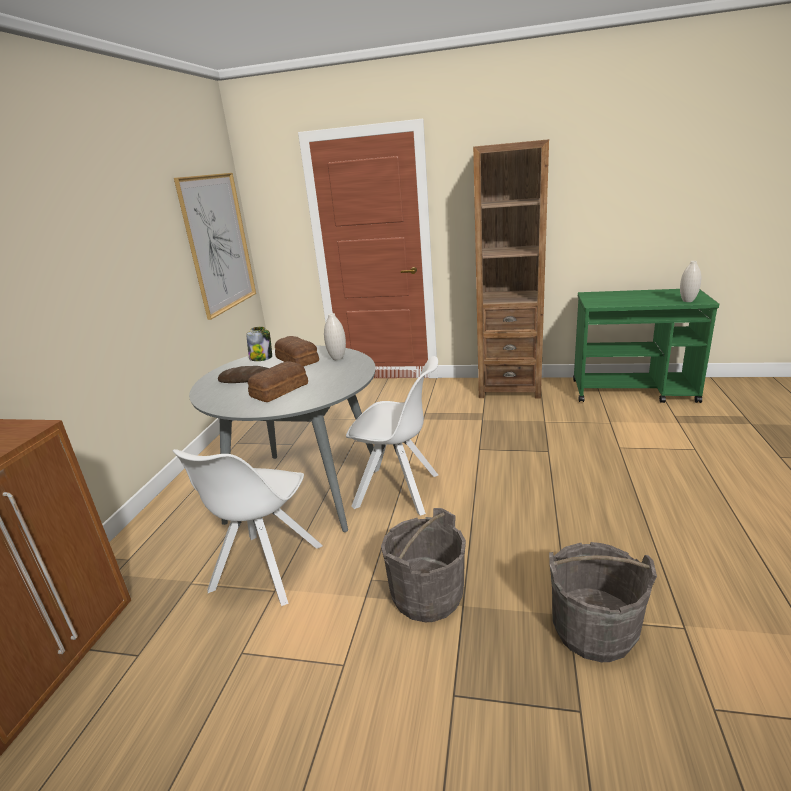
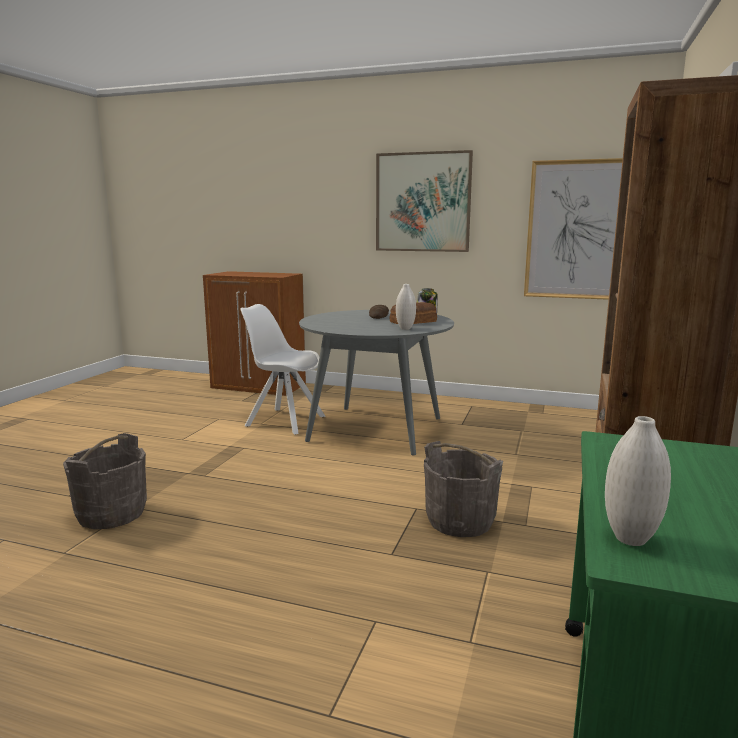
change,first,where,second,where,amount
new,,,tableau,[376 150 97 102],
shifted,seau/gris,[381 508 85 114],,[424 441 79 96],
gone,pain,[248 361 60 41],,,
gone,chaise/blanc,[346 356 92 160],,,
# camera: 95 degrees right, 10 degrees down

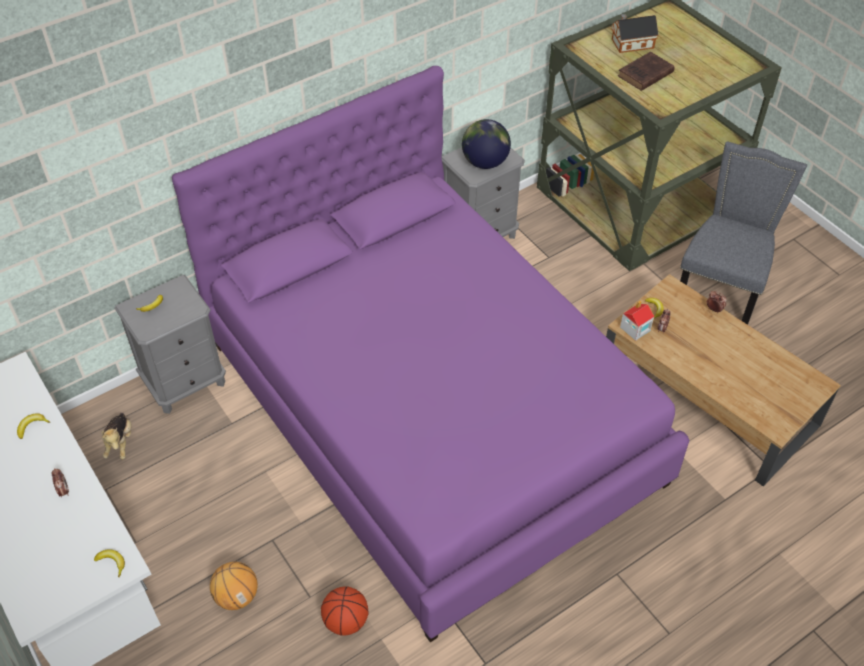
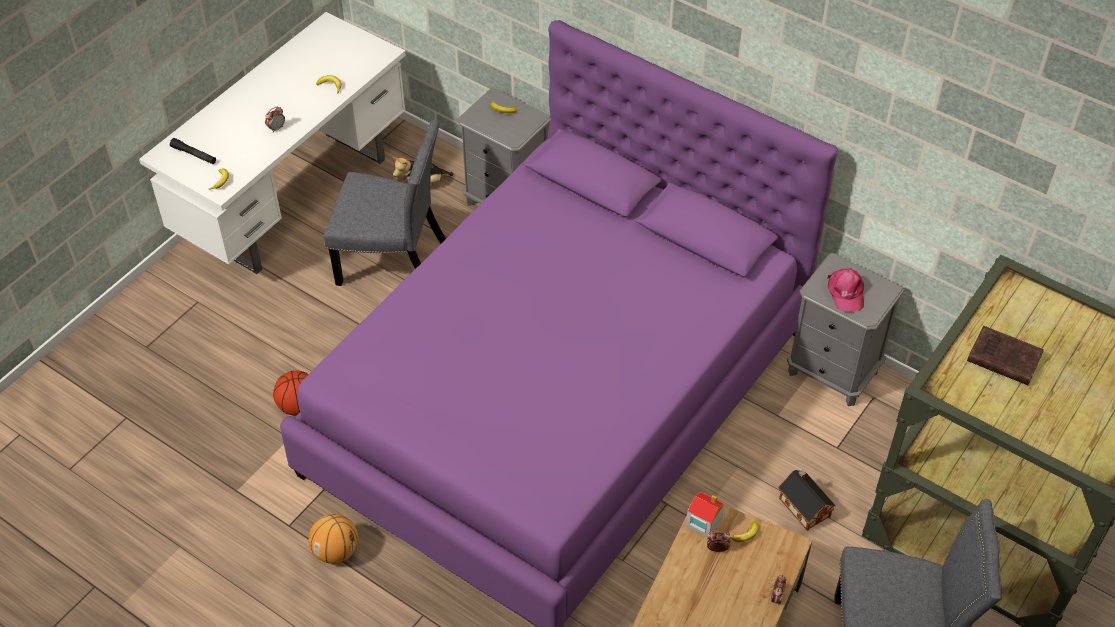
change,first,where,second,where,amount
new,,,lampe de poche/noir,[170 138 46 26],
shifted,ballon de basket,[210 562 48 48],,[308 514 50 50],
new,,,chaise/gris,[323 120 123 166],
shifted,maison miniature,[611 14 47 39],,[778 470 58 61],
swapped,globe,[462 119 49 50],casquette/rose,[827 269 37 43],
# camera: 70 degrees right, 0 degrees up

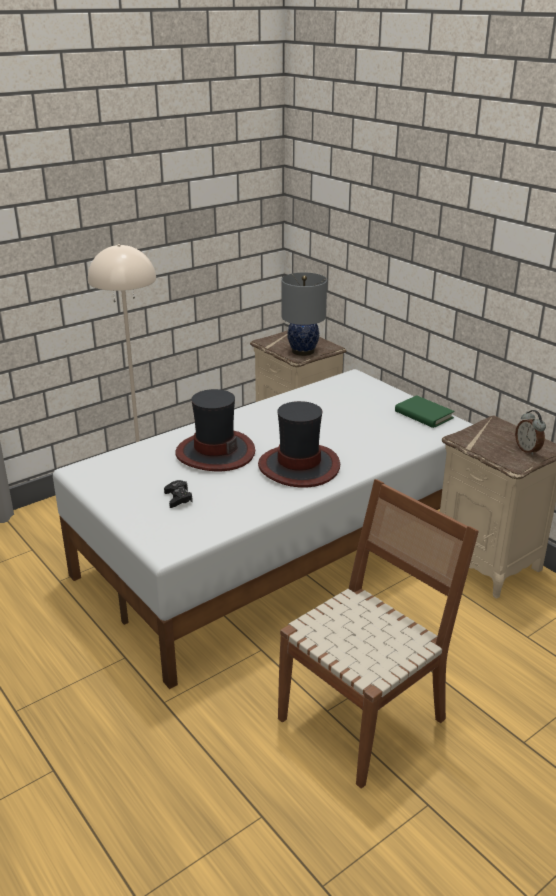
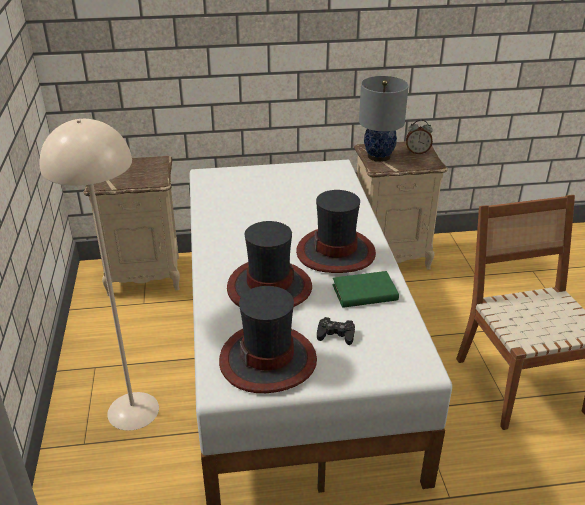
change,first,where,second,where,amount
new,,,chapeau,[219 286 98 107],
shifted,livre/vert,[395 395 60 33],,[332 271 67 37],
shifted,lampe de table/gris,[281 273 46 83],,[359 76 50 86],
# camera: 60 degrees left, 5 degrees up

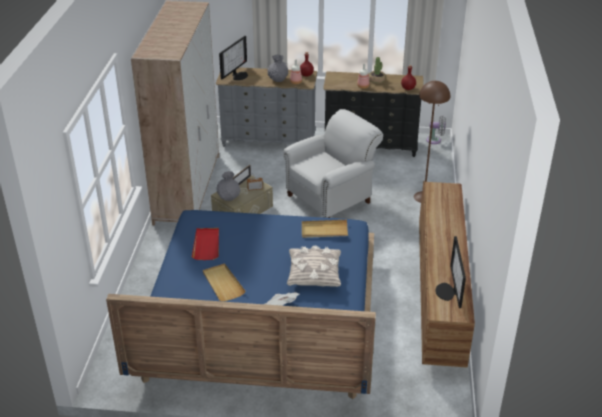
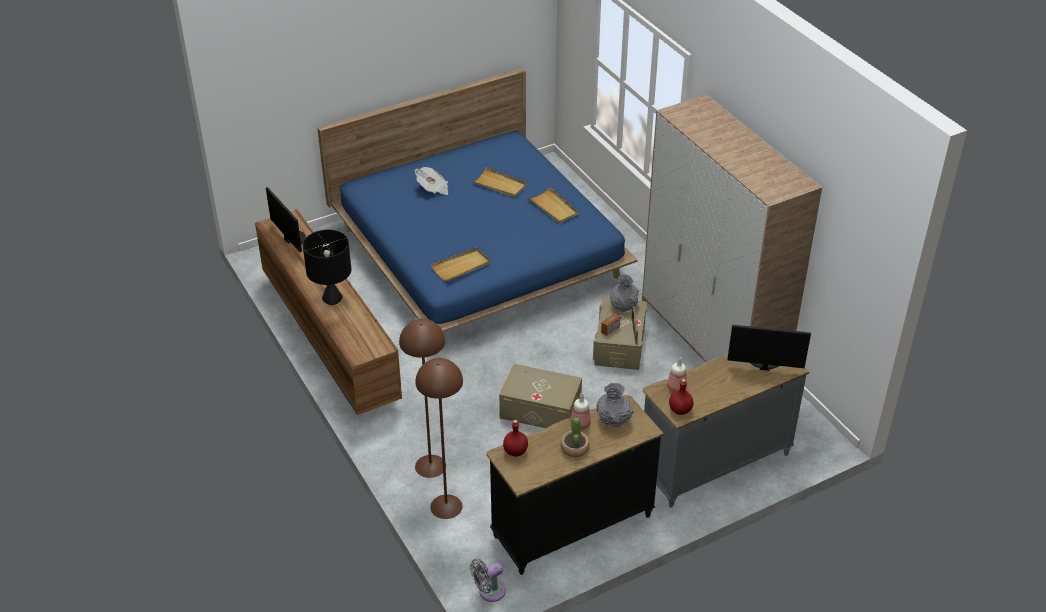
change,first,where,second,where,amount
new,,,lampe de table/noir,[303 230 48 75],
new,,,lampadaire/marron,[415 358 48 161],
swapped,fauteuil/blanc,[283 109 100 109],boîte de rangement/beige,[499 364 83 64],
repainted,plateau/rouge,[192 228 27 32],plateau/beige,[528 187 51 36],
shifted,vase/gris,[267 55 21 27],,[596 383 37 44],
rotated,écran d'ordinateur,[219 36 29 44],,[728 325 83 46],105 degrees clockwise
gone,coussin/beige,[287 245 54 42],,,
# camera: 145 degrees right, 5 degrees up

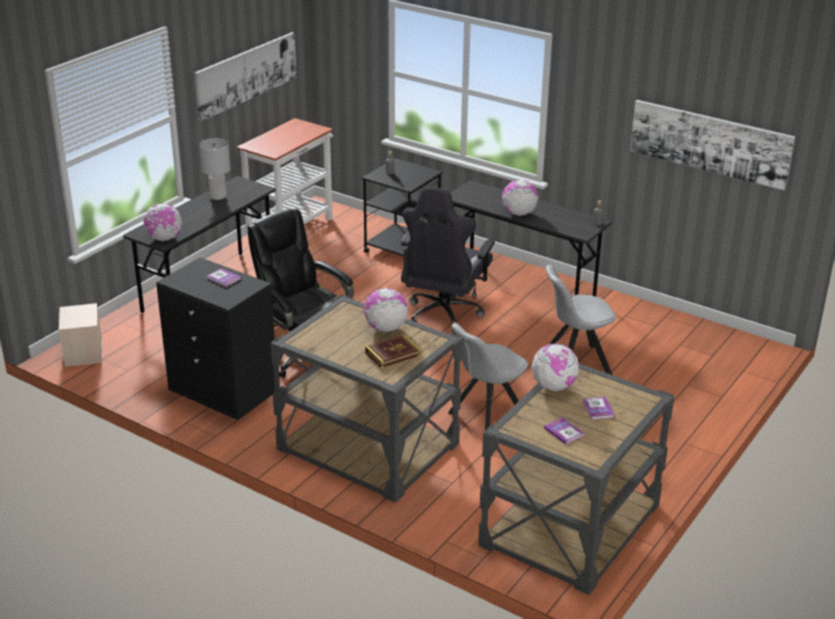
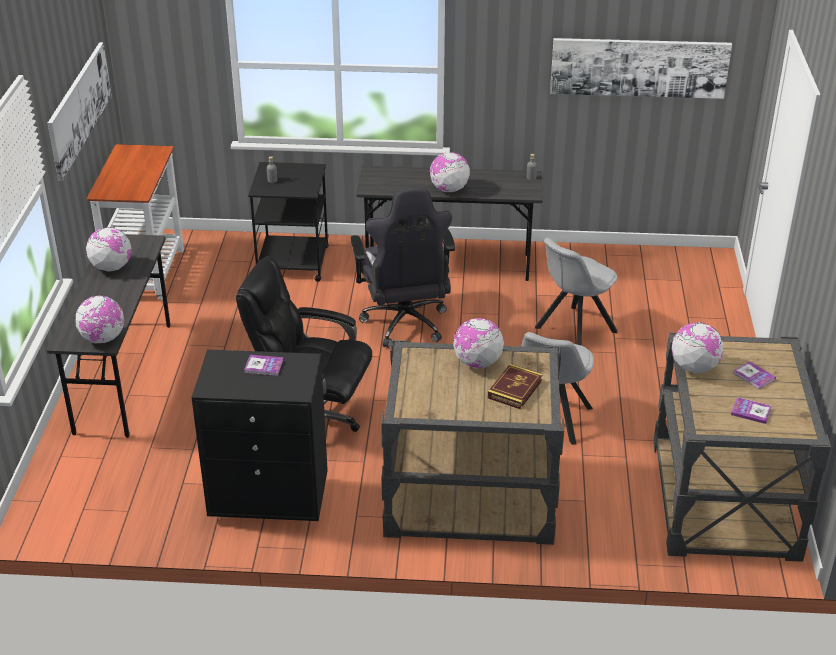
change,first,where,second,where,amount
swapped,lampe de table/gris,[199 138 31 62],globe,[86 227 45 45],
gone,boîte de rangement/beige,[59 303 44 64],,,
# camera: 30 degrees left, 5 degrees up

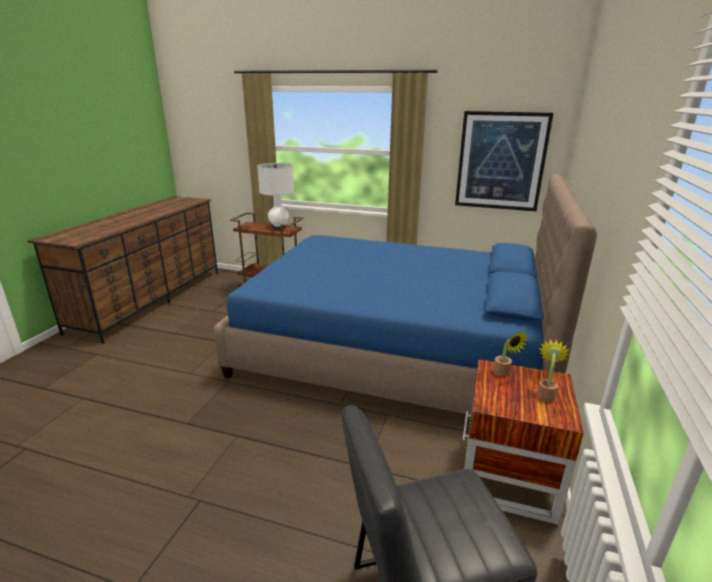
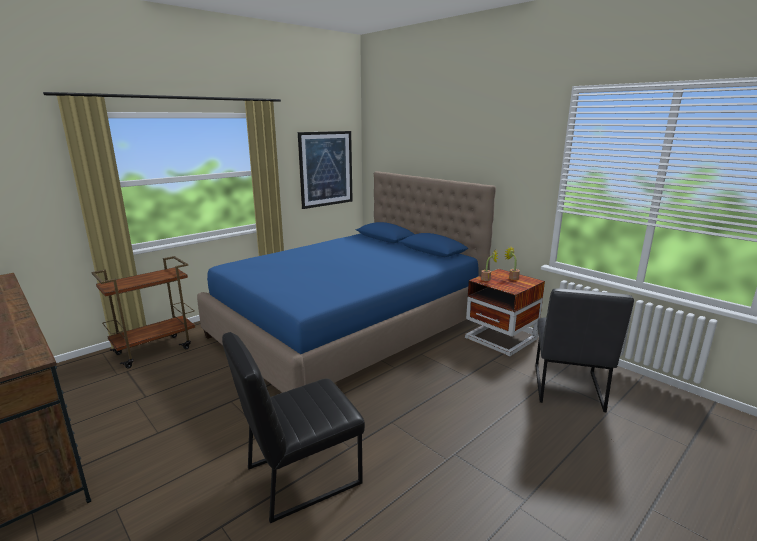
change,first,where,second,where,amount
new,,,chaise/noir,[222 332 143 191],
gone,lampe de table/blanc,[257 163 37 67],,,
# camera: 60 degrees left, 5 degrees down

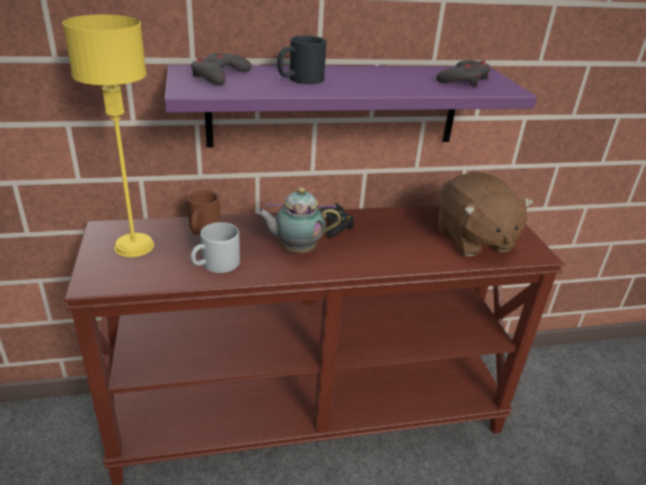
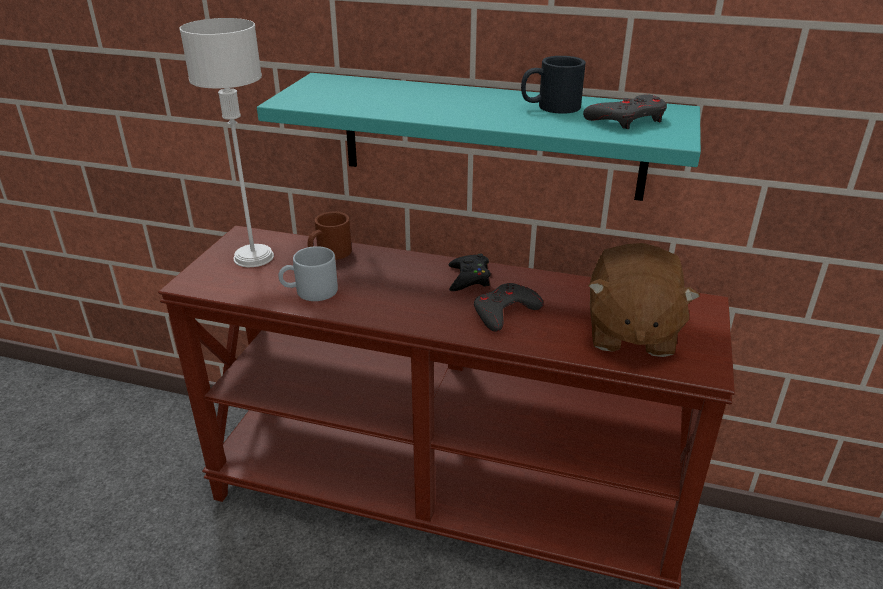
change,first,where,second,where,amount
repainted,lampe de table/jaune,[62 14 92 243],lampe de table/gris,[179 18 95 249],
repainted,étagère/violet,[164 65 373 83],étagère/turquoise,[257 73 444 128],
shifted,manette/gris,[191 53 61 32],,[474 283 70 49],
shifted,mug/noir,[277 36 50 48],,[521 56 65 58],
gone,théière,[256 187 85 66],,,
# camera: 30 degrees right, 0 degrees up

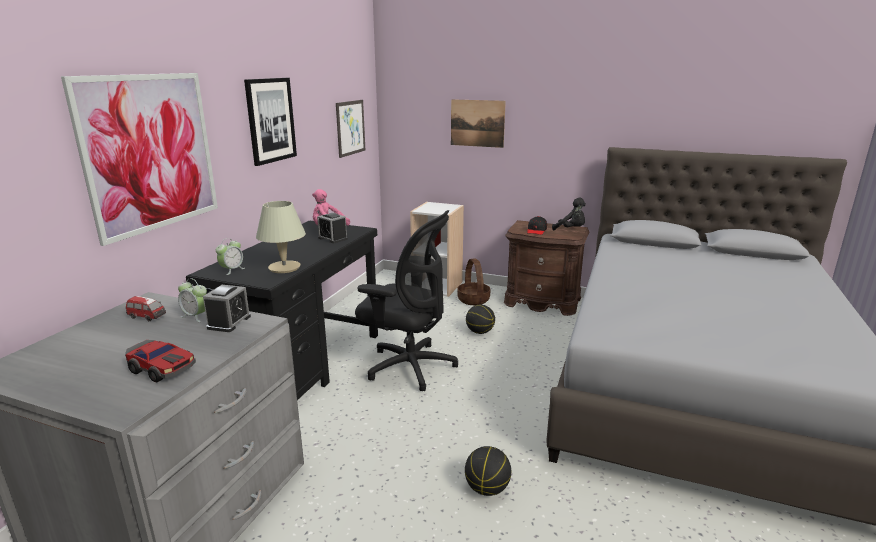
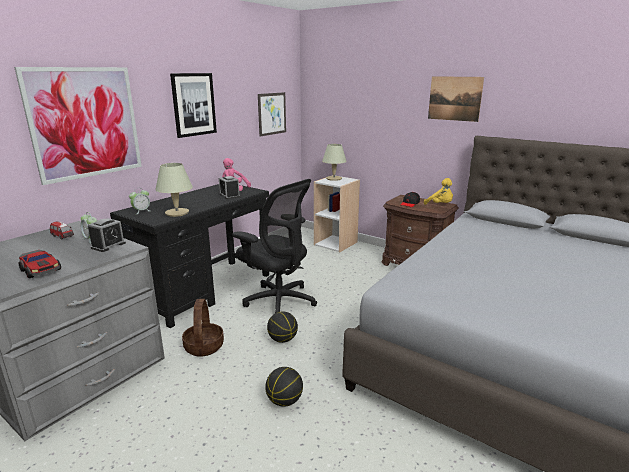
change,first,where,second,where,amount
shifted,panier,[457 259 33 46],,[182 299 42 58],
shifted,ballon de basket,[466 305 29 29],,[267 311 31 32],
new,,,lampe de table/beige,[322 144 25 37],
repainted,peluche/noir,[552 197 34 33],peluche/jaune,[424 178 29 27],
shifted,tableau,[451 99 55 49],,[428 76 56 46],
# camera: 15 degrees right, 0 degrees up

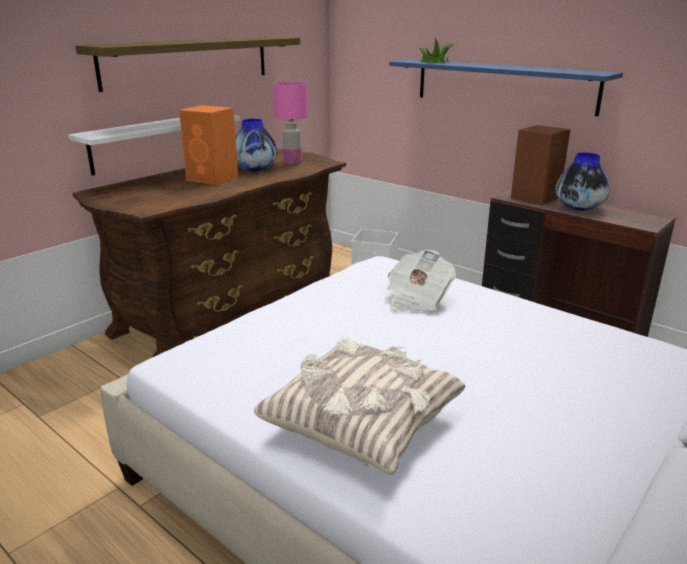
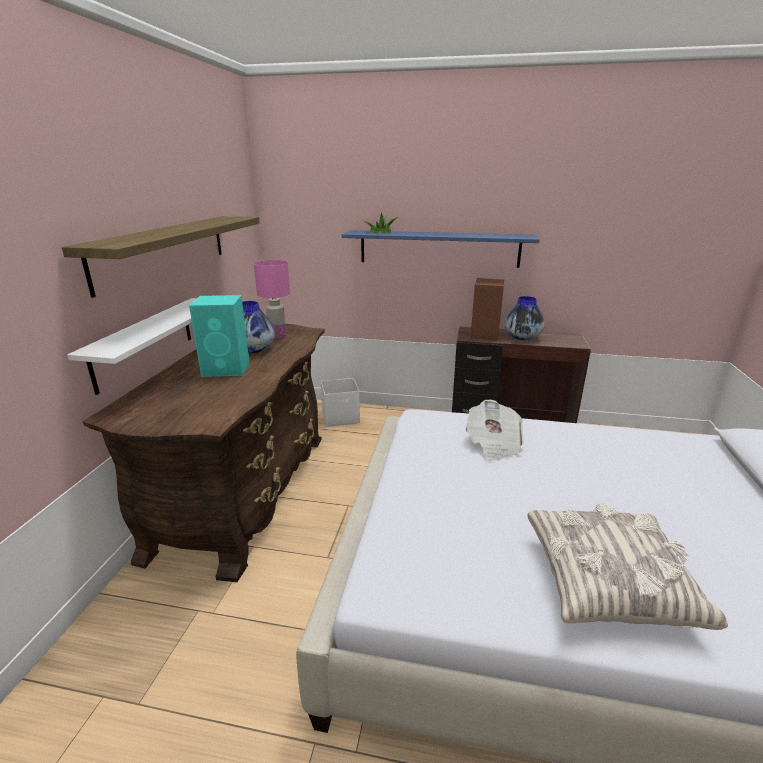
change,first,where,second,where,amount
repainted,enceinte/orange,[179 105 59 80],enceinte/turquoise,[189 295 61 82],
# camera: 30 degrees left, 0 degrees up

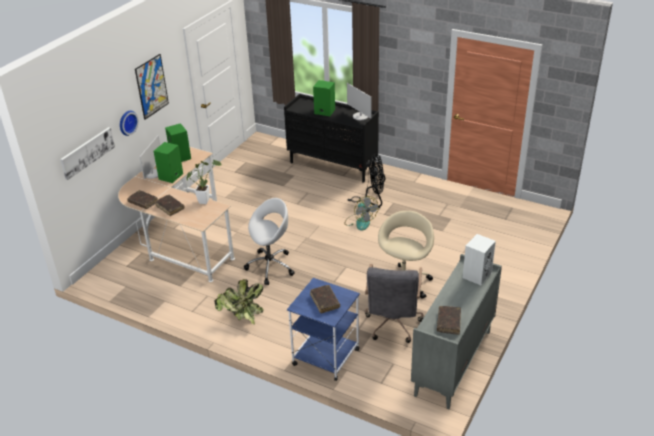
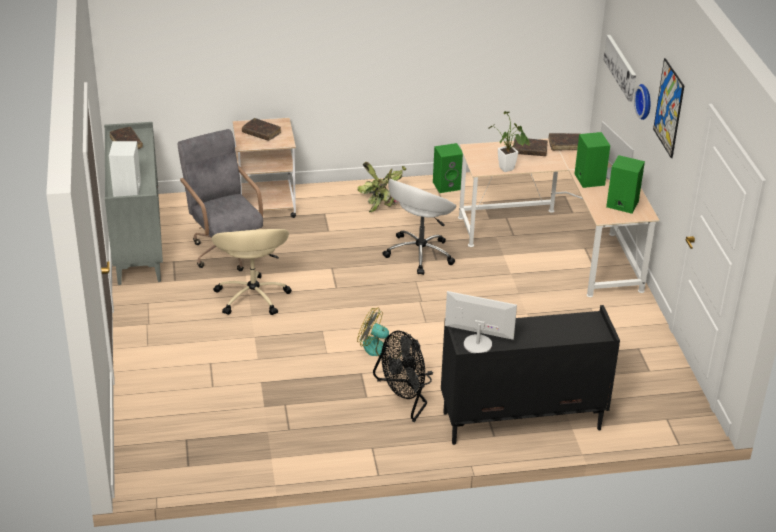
change,first,where,second,where,amount
repainted,chariot/bleu,[287 278 73 103],chariot/beige,[233 118 63 100],
shifted,enceinte/vert,[313 80 22 36],,[433 143 30 50],
# camera: 140 degrees right, 0 degrees up

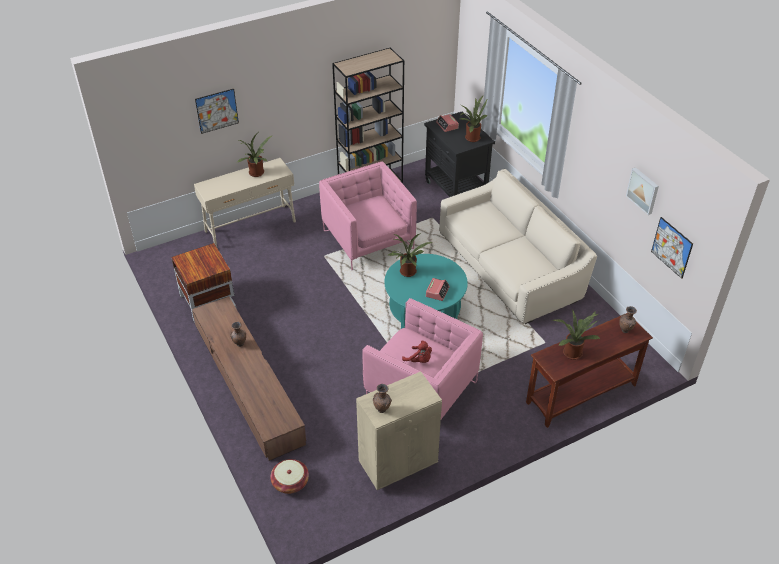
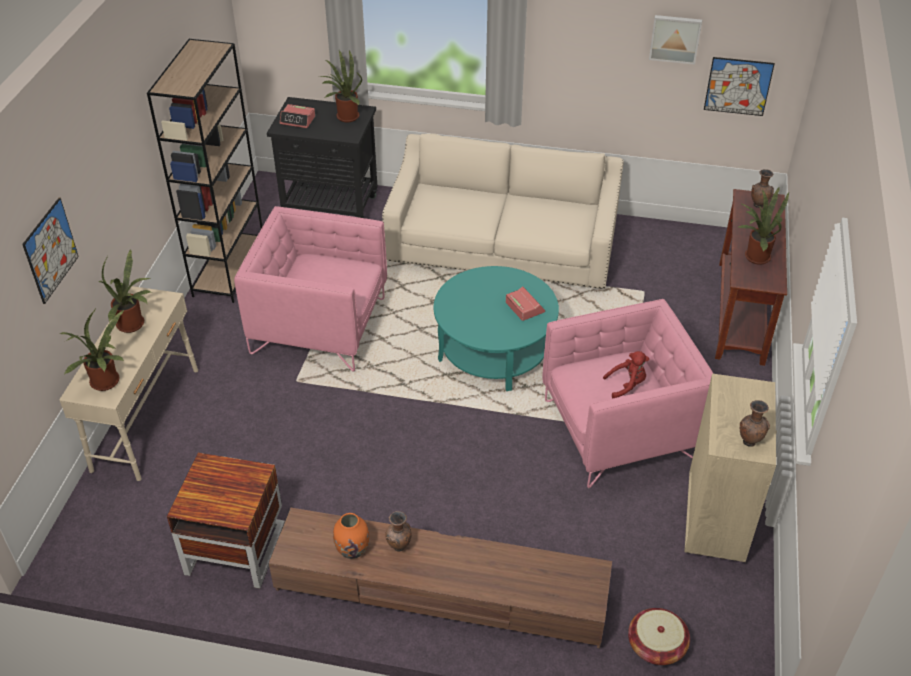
change,first,where,second,where,amount
shifted,plante en pot,[388 233 44 44],,[60 309 64 82],
new,,,vase/orange,[333 513 36 46],
# camera: 50 degrees left, 0 degrees up

